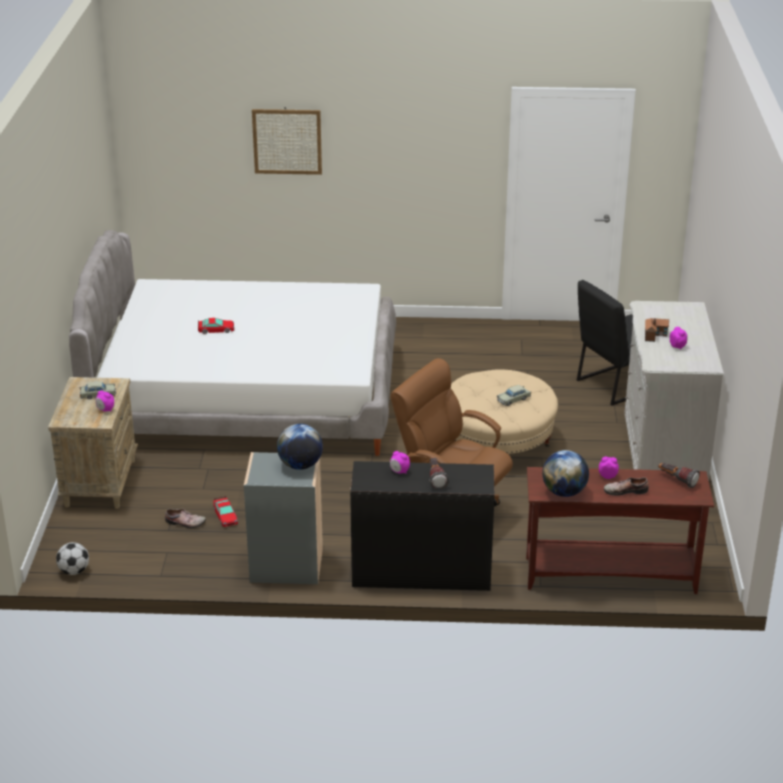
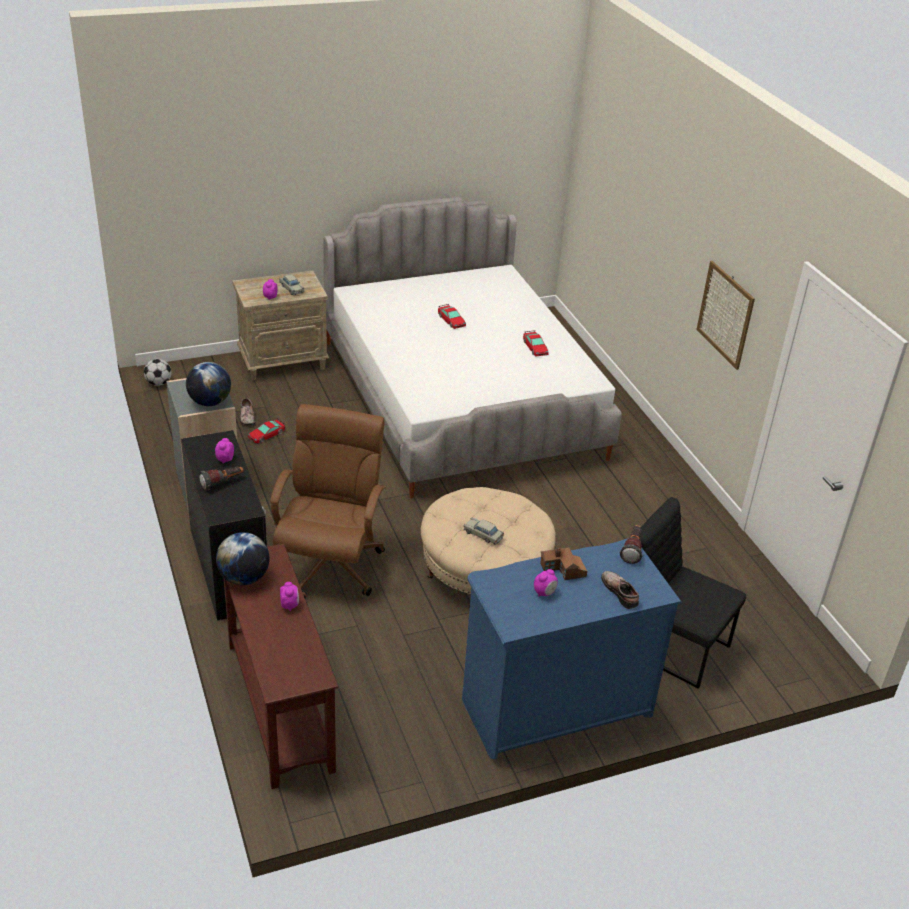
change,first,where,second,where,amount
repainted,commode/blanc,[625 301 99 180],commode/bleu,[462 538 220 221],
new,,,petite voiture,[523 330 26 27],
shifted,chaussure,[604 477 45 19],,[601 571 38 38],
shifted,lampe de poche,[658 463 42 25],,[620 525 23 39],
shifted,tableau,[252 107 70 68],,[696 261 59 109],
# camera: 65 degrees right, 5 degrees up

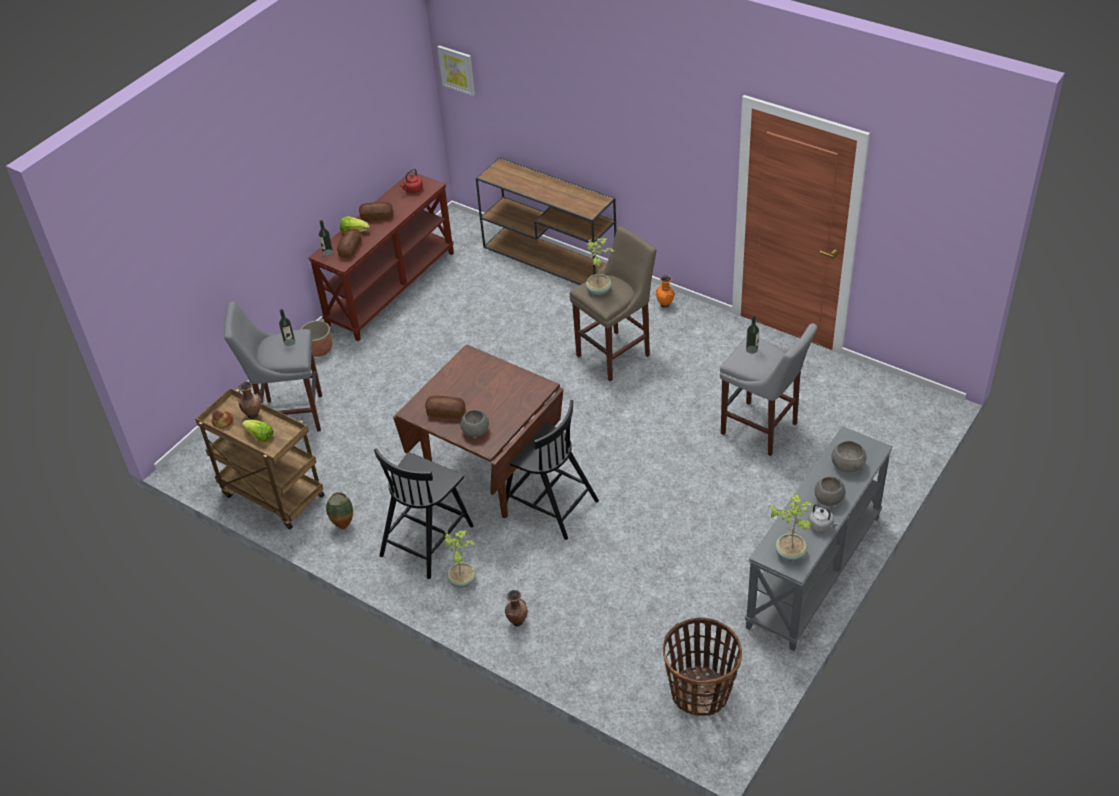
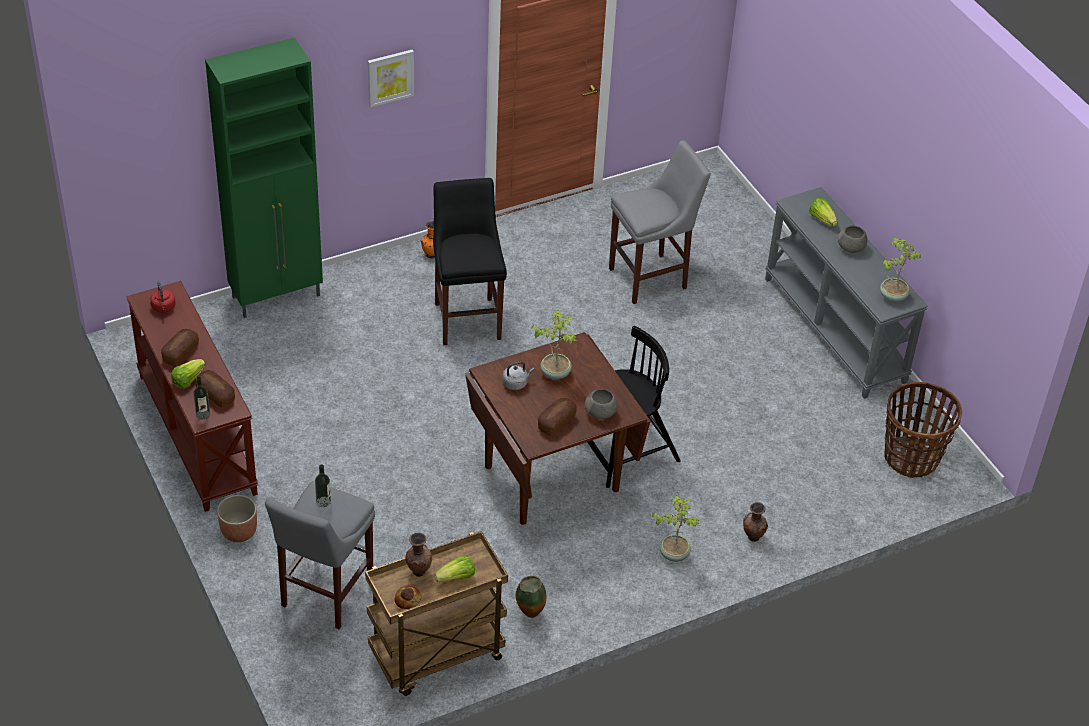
change,first,where,second,where,amount
swapped,table console/marron,[476 157 140 128],meuble de rangement/vert,[205 37 118 281],
shifted,tableau,[437 45 38 51],,[368 50 46 57],
repainted,tabouret/beige,[570 226 86 155],tabouret/noir,[433 178 74 167],
shifted,bouilloire/gris,[808 504 31 28],,[502 361 33 29],
shifted,plante en pot,[586 238 30 57],,[531 310 46 70],
swapped,bol/gris,[831 441 36 31],laitue,[809 198 28 28],
gone,chaise/noir,[374 448 99 131],,,
gone,bouteille,[746 316 13 38],,,
# camera: 65 degrees left, 0 degrees up

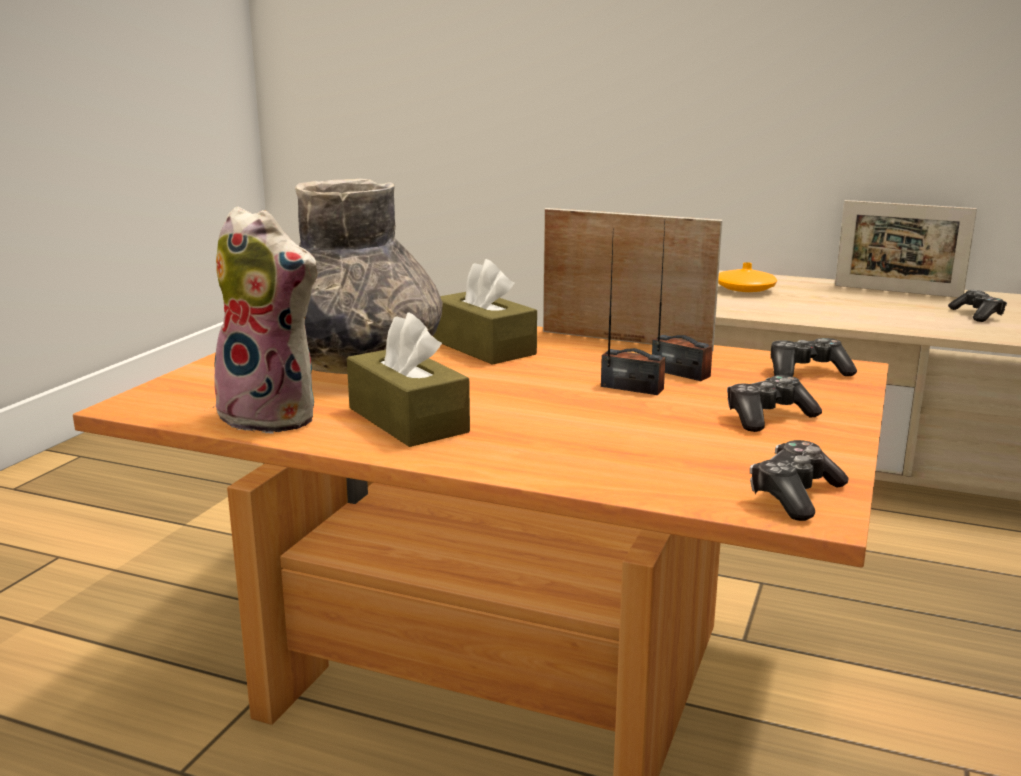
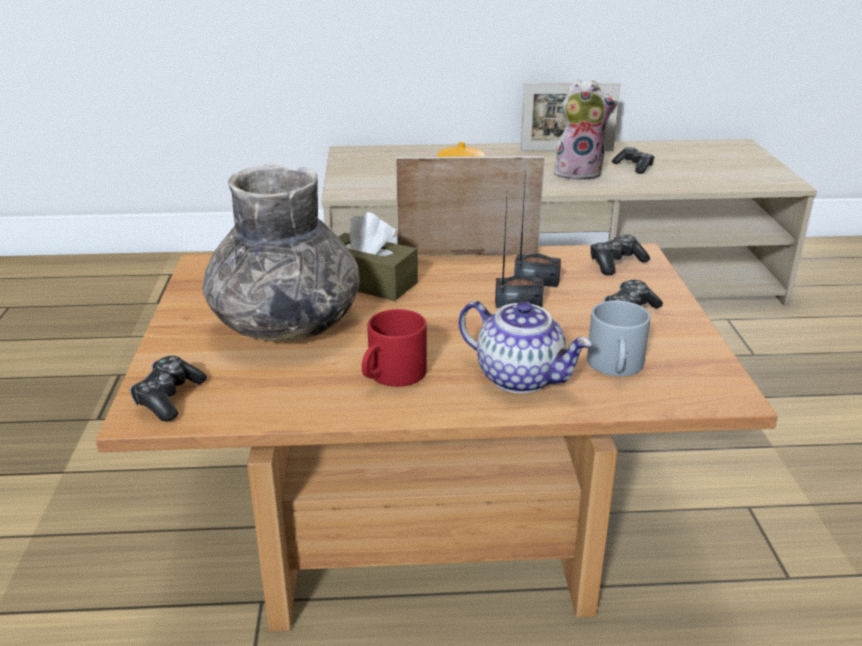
change,first,where,second,where,amount
shifted,manette,[750 440 99 81],,[129 356 78 66],
swapped,boîte à mouchoirs/marron,[347 312 123 135],mug/rouge,[362 309 65 78],
new,,,théière,[458 301 135 92],
shifted,peluche,[209 207 110 227],,[554 79 64 101],
new,,,mug/gris,[587 300 63 76],
# camera: 25 degrees left, 10 degrees up

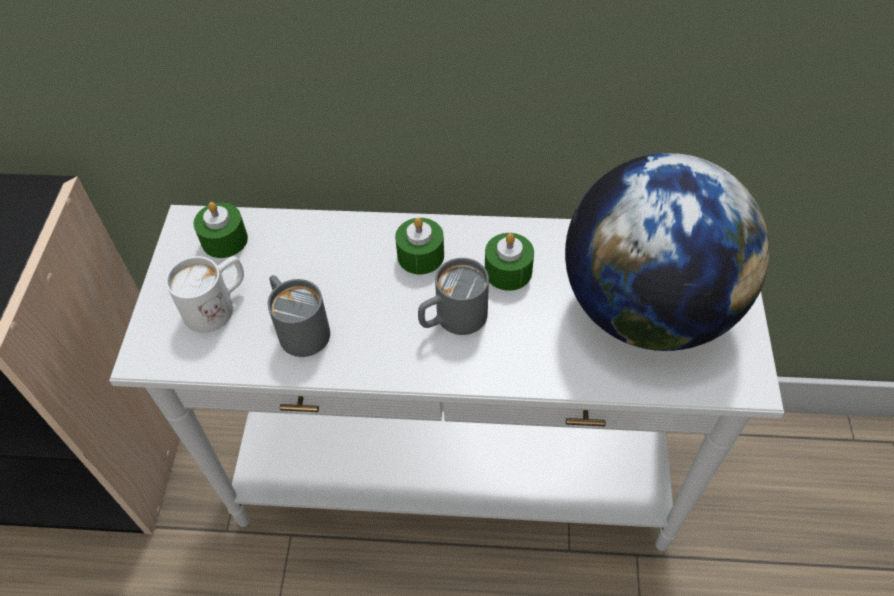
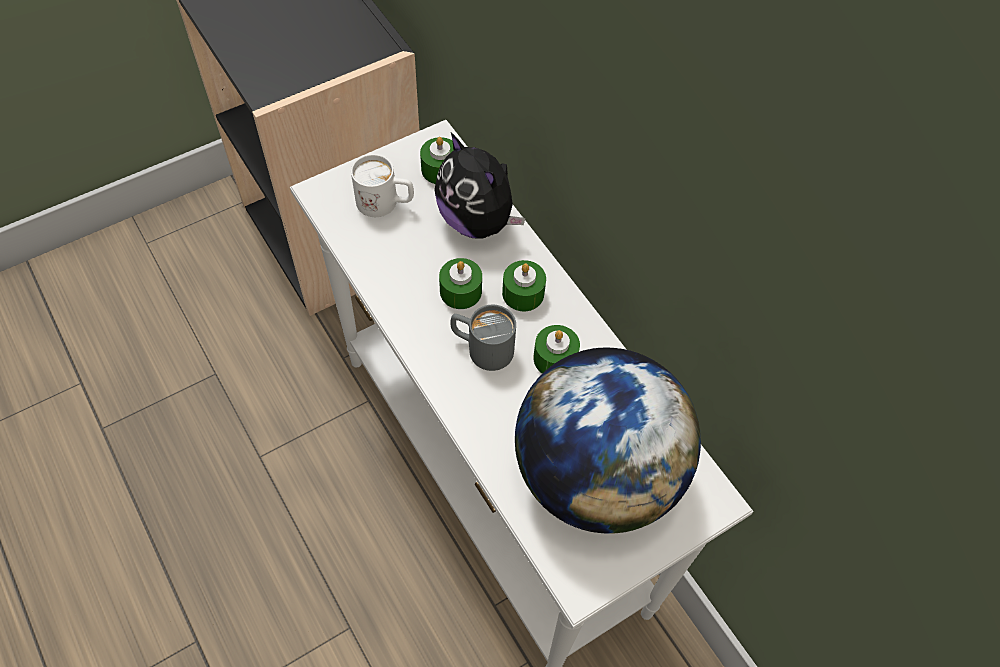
change,first,where,second,where,amount
new,,,peluche,[435 133 91 106],
new,,,bougie/vert,[439 258 43 51],
gone,mug/gris,[268 275 62 82],,,
# camera: 50 degrees right, 5 degrees up

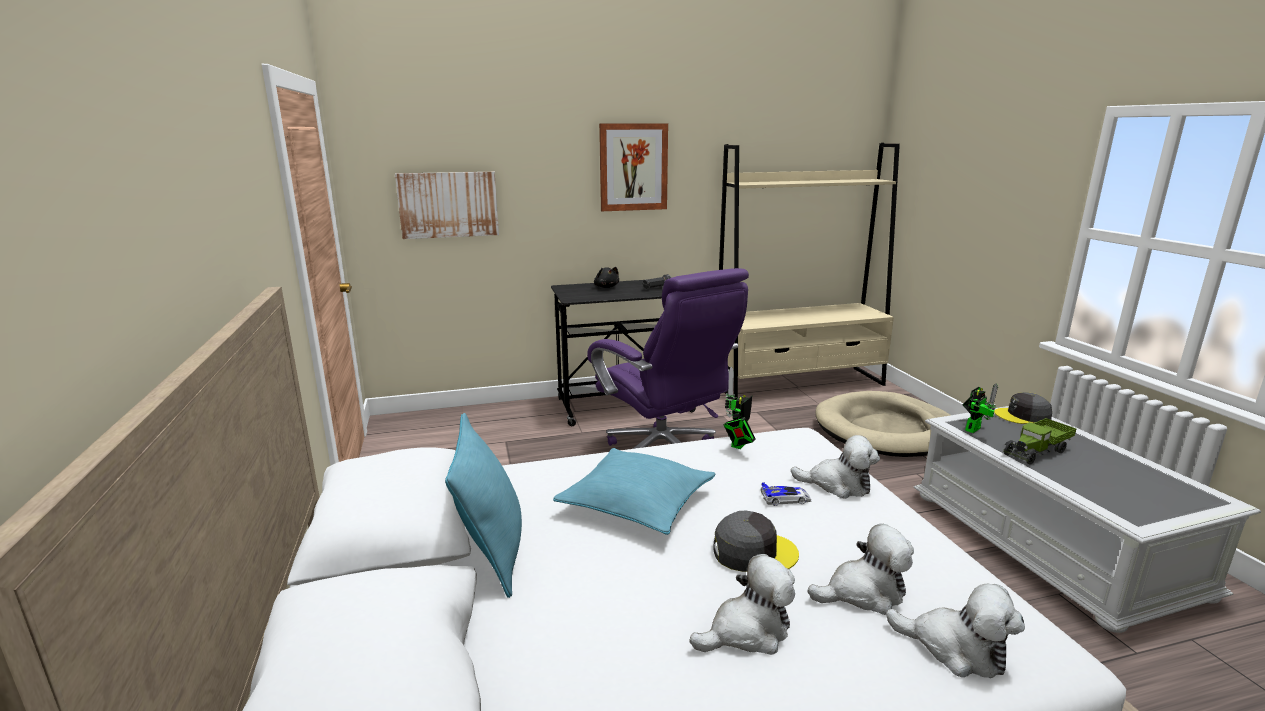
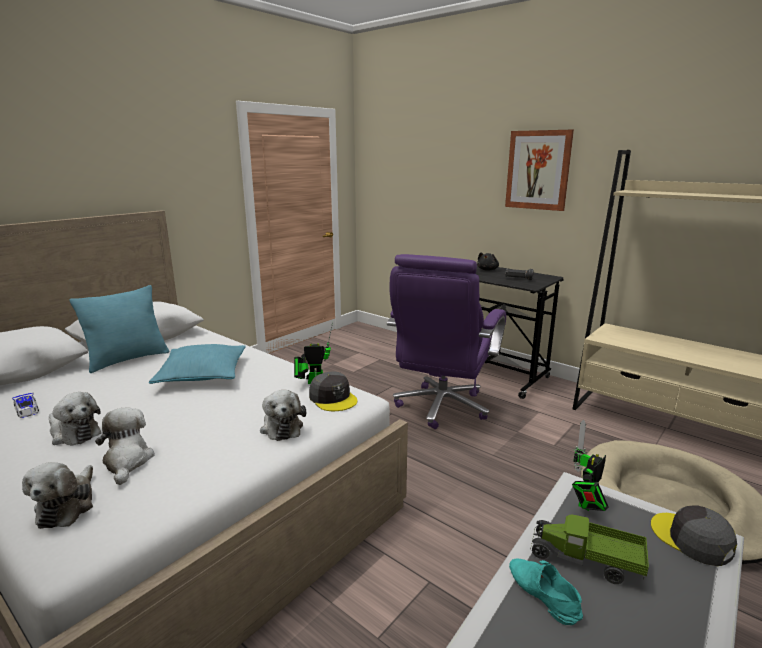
change,first,where,second,where,amount
shifted,petite voiture,[761 482 51 24],,[12 393 27 25],
rotated,peluche,[807 524 107 91],,[95 408 60 77],150 degrees counterclockwise
shifted,casquette/gris,[713 511 86 61],,[309 371 48 40],
new,,,chaussure/turquoise,[509 558 74 67],
rotated,robot jouet,[962 383 36 50],,[572 420 36 91],120 degrees clockwise
gone,tableau,[395 172 104 67],,,
# camera: 55 degrees right, 0 degrees up

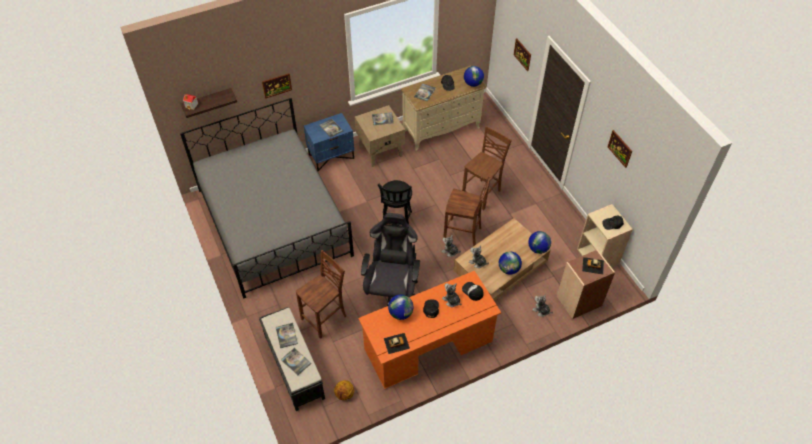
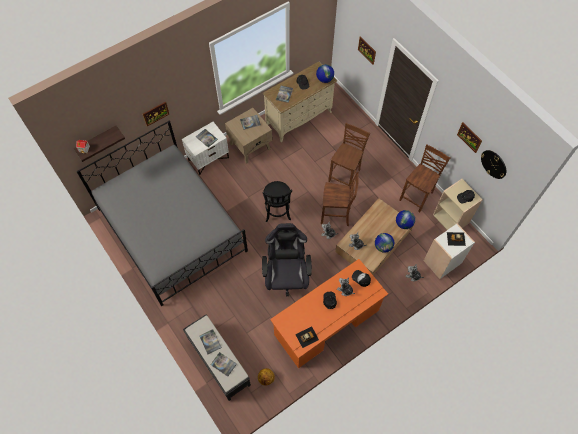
change,first,where,second,where,amount
repainted,table de chevet/bleu,[304 113 50 58],table de chevet/blanc,[182 122 47 53],
shifted,chaise/marron,[296 250 50 89],,[399 144 51 69],
repainted,bibliothèque/marron,[557 249 58 70],bibliothèque/blanc,[424 223 51 56],
new,,,horloge murale,[481 150 25 29],
gone,globe,[388 294 26 26],,,
# camera: 10 degrees left, 10 degrees up

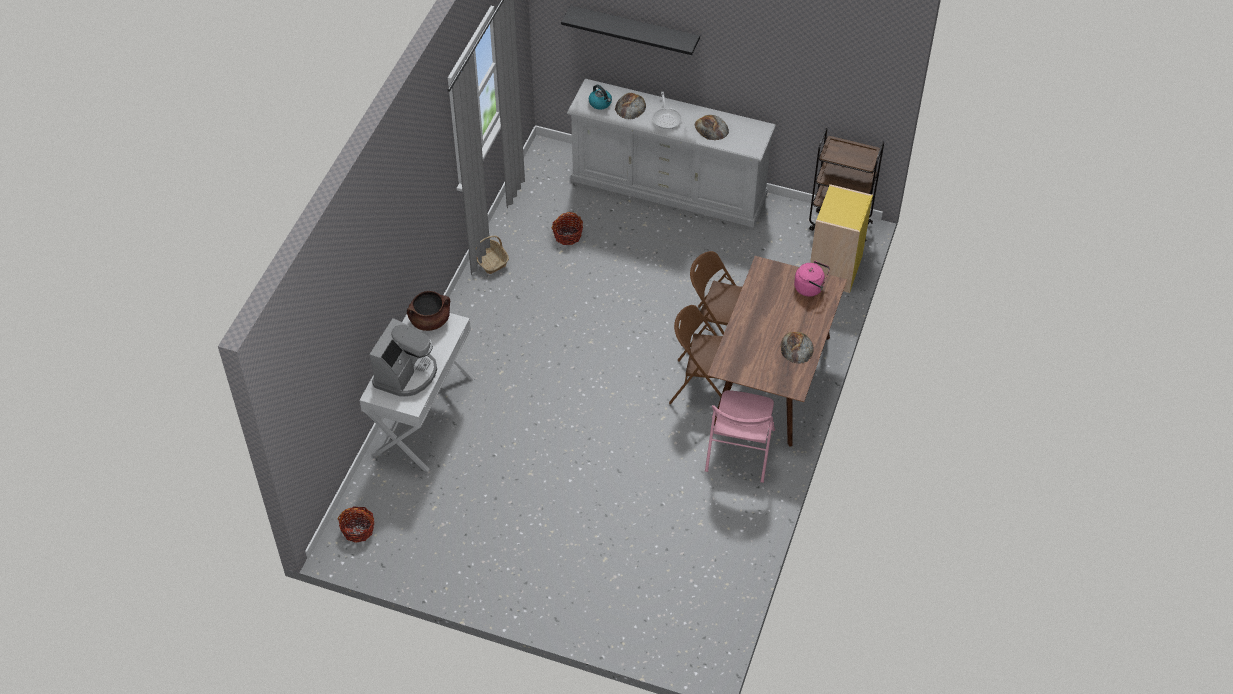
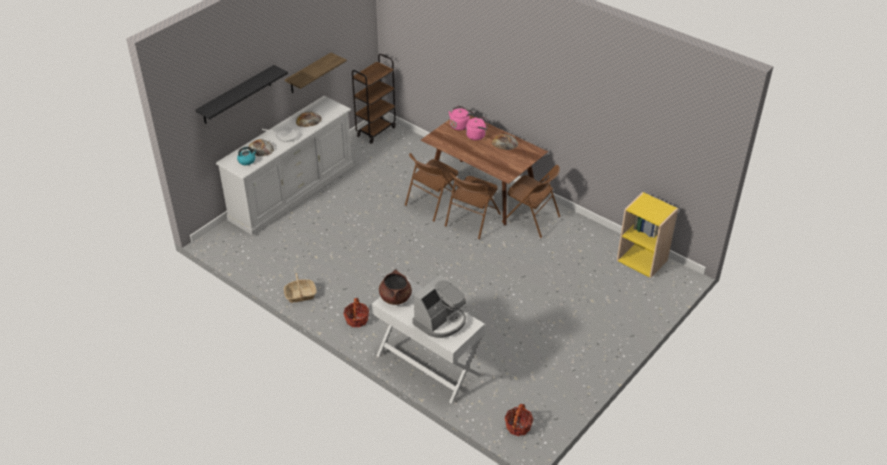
change,first,where,second,where,amount
new,,,étagère,[285 53 62 40],
shifted,panier,[552 212 31 33],,[344 298 25 29],
rotated,machine à café,[370 318 67 79],,[412 274 54 64],90 degrees clockwise
new,,,bouilloire/rose,[466 116 22 24],
repainted,chaise/rose,[705 390 70 93],chaise/marron,[502 165 58 73],
shifted,bibliothèque/jaune,[810 184 63 109],,[617 192 61 86],
# camera: 70 degrees left, 10 degrees down

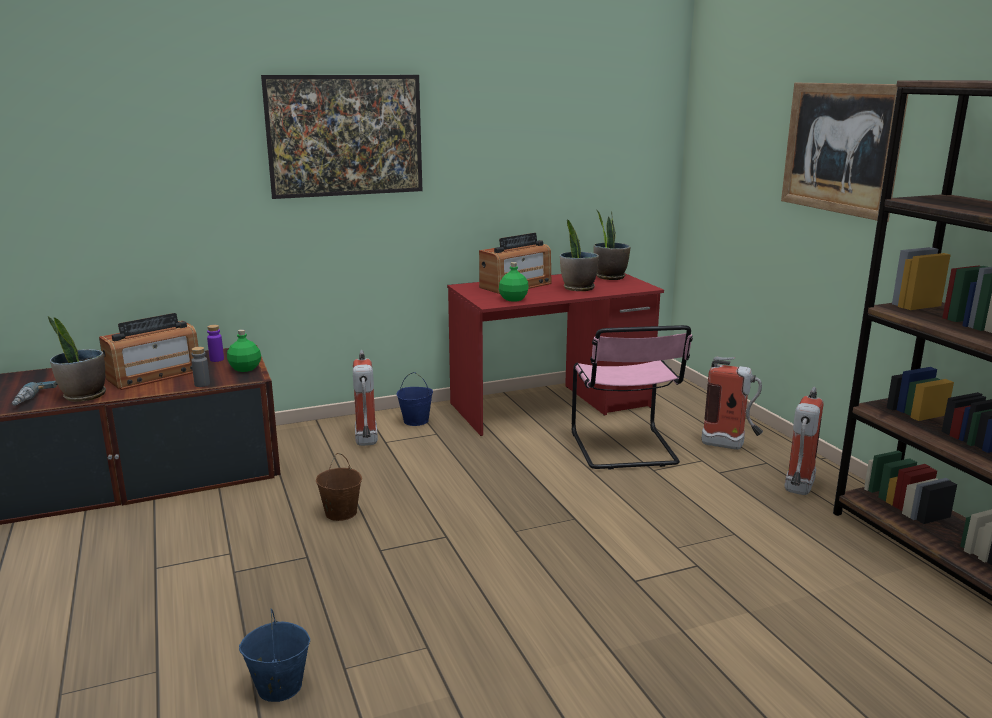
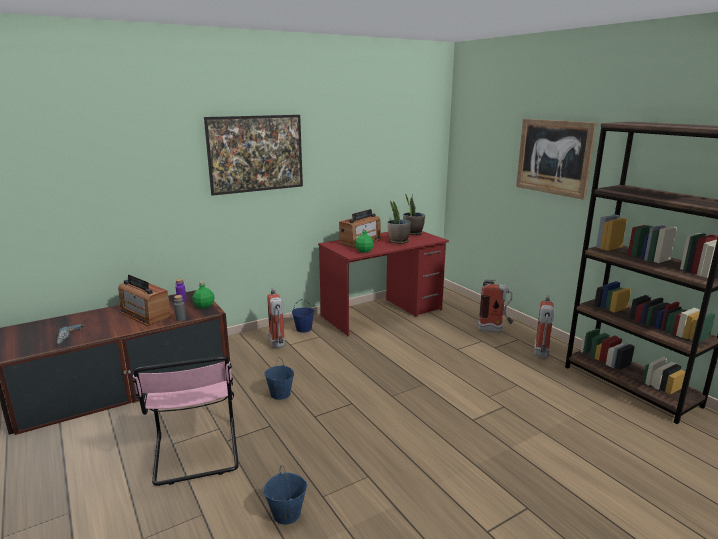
change,first,where,second,where,amount
rotated,radio,[99 313 99 77],,[118 275 53 51],90 degrees clockwise
shifted,chaise/rose,[572 325 121 144],,[132 356 107 130],
repainted,seau/marron,[316 453 46 68],seau/bleu,[264 357 30 43],
gone,plante en pot,[48 316 58 86],,,
# camera: 10 degrees left, 0 degrees up

